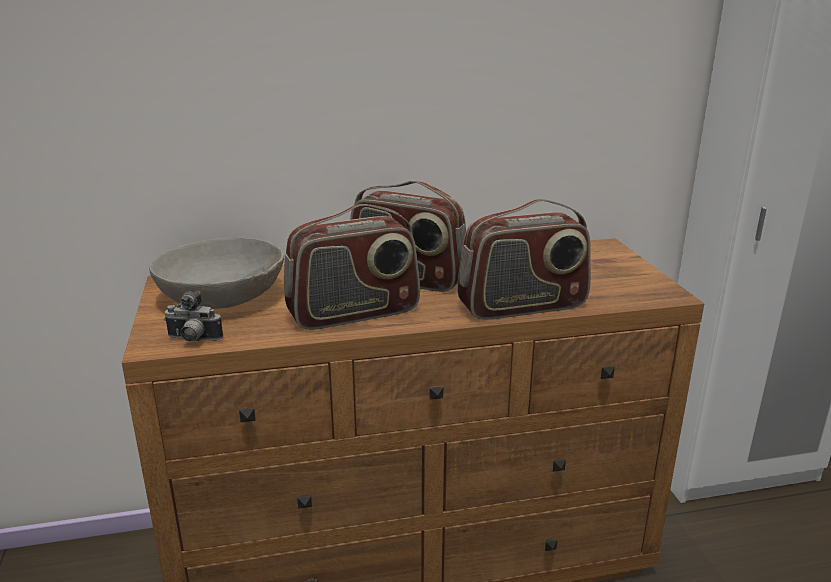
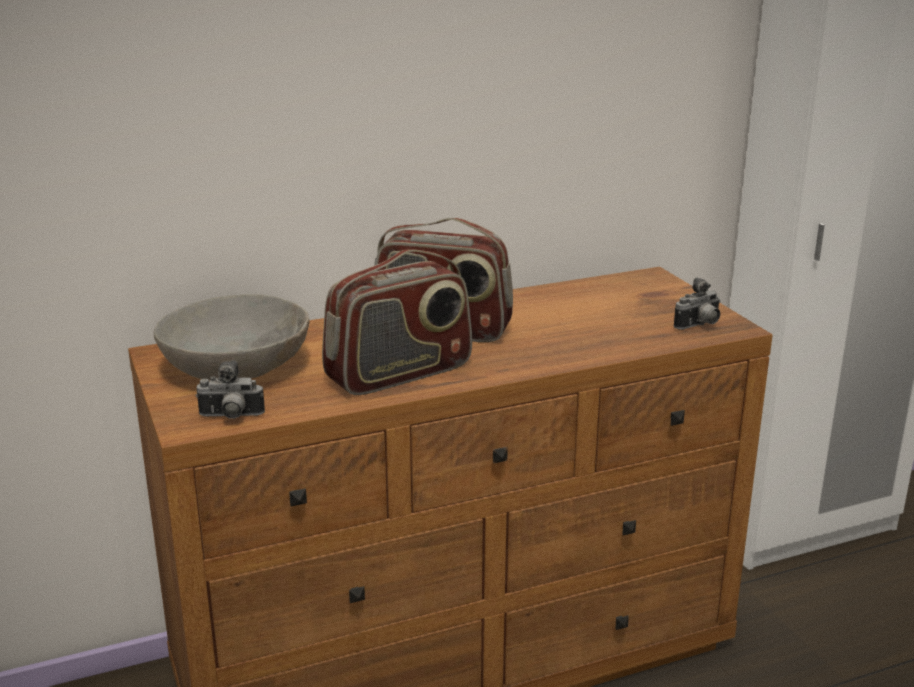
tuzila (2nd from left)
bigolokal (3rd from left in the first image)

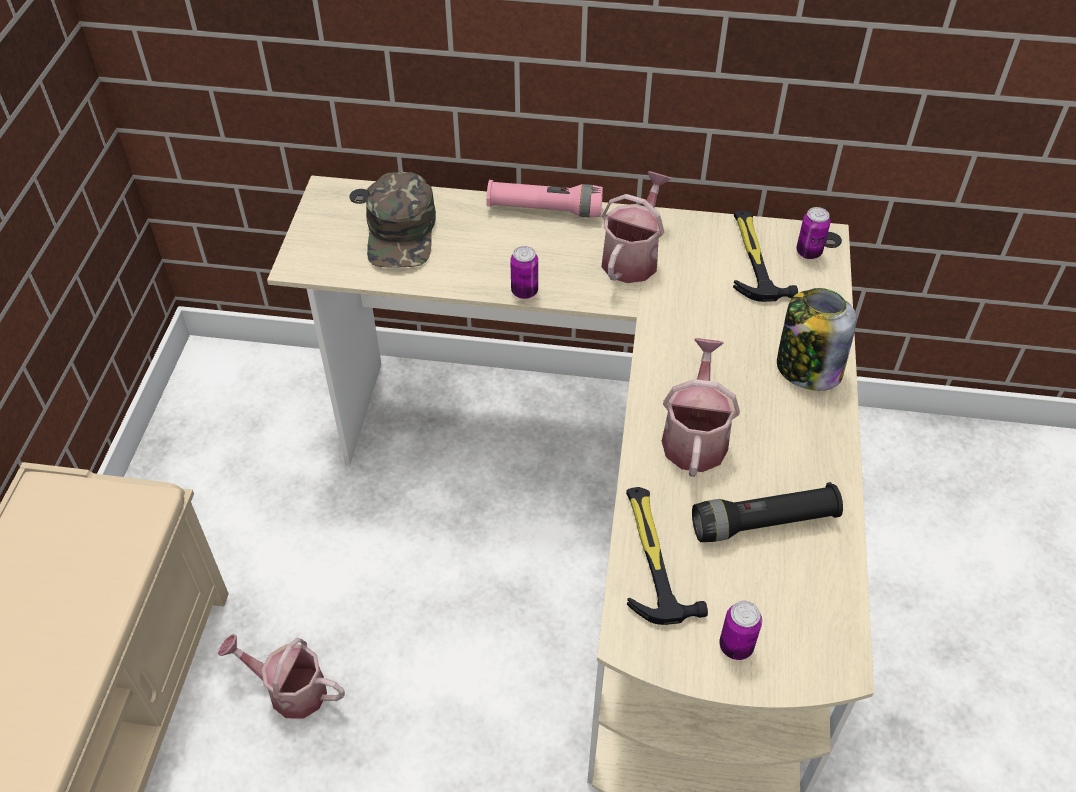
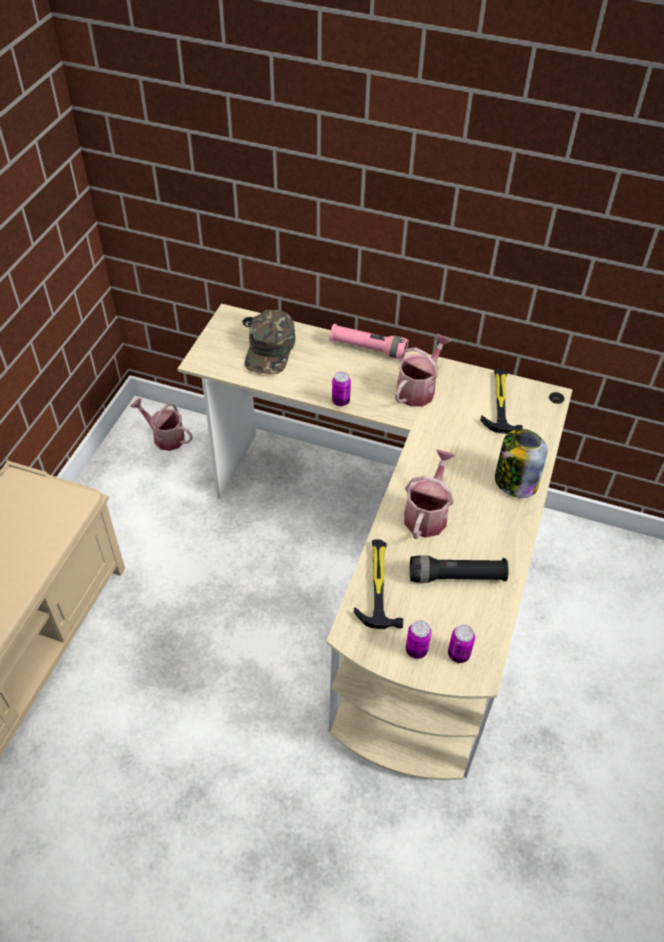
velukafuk (1st from left)
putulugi (3rd from left)

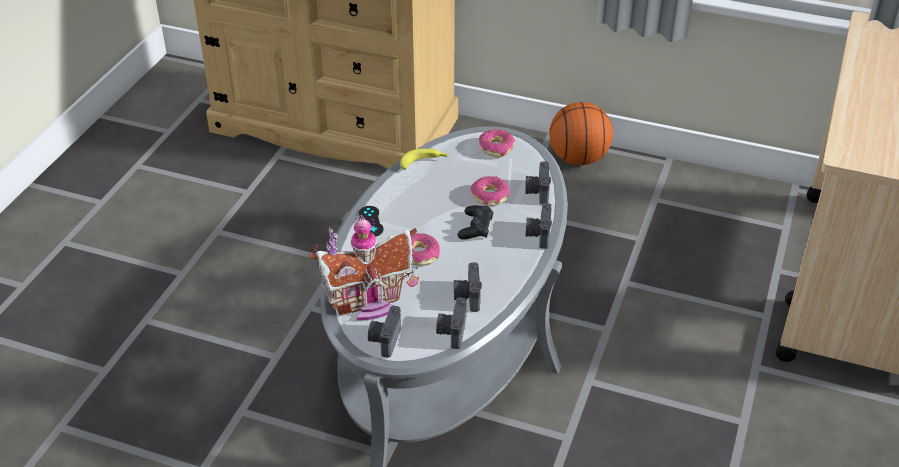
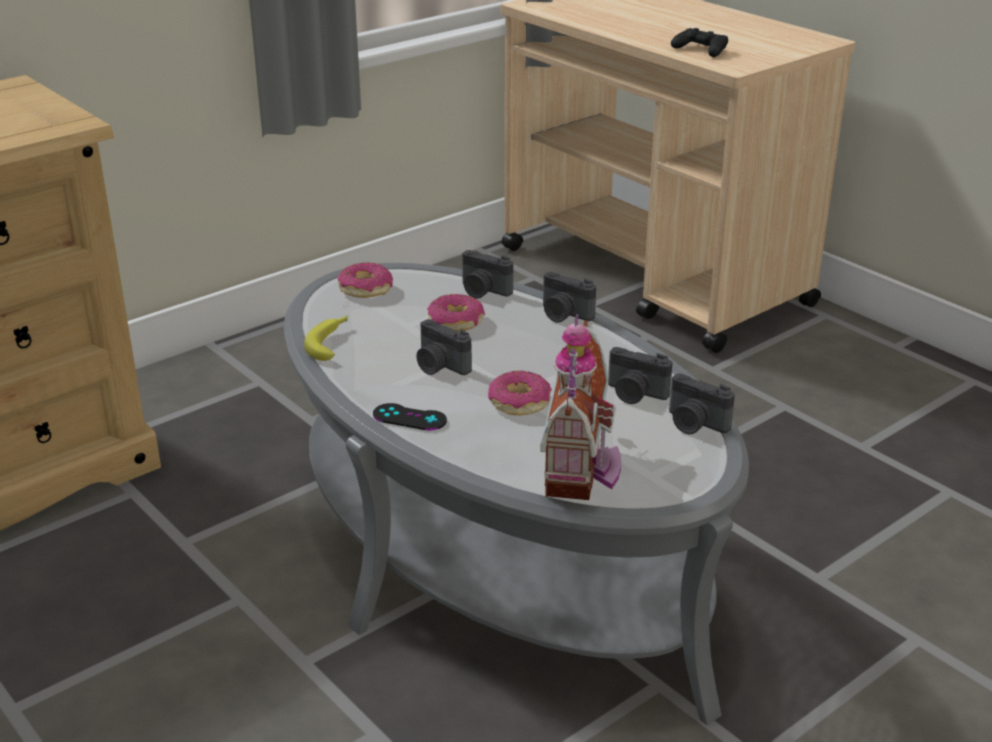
tuzila (1st from left)
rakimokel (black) (2nd from left)
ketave

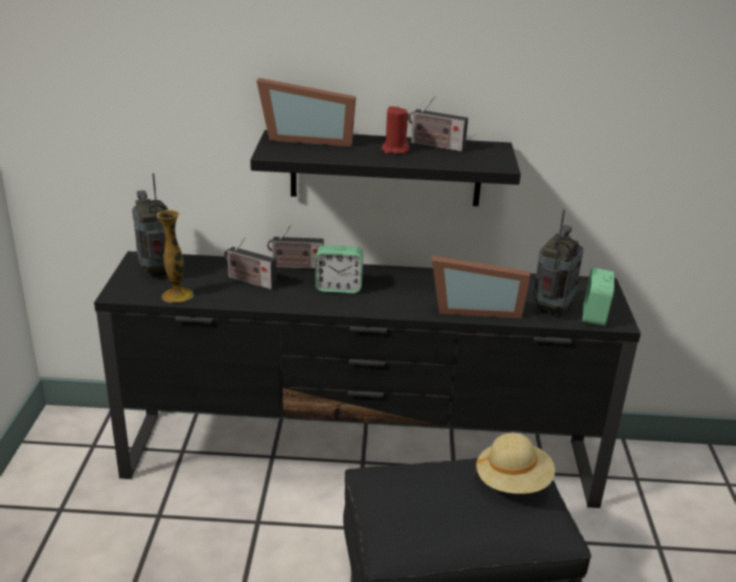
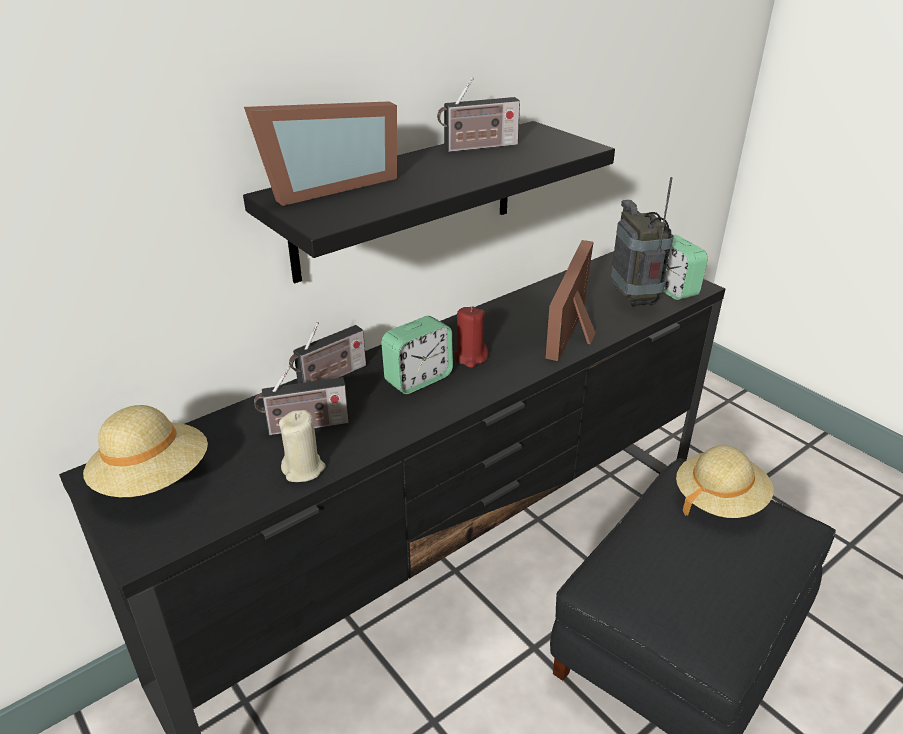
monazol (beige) (1st from left)
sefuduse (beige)
sefuduse (red)
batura (2nd from left)
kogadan

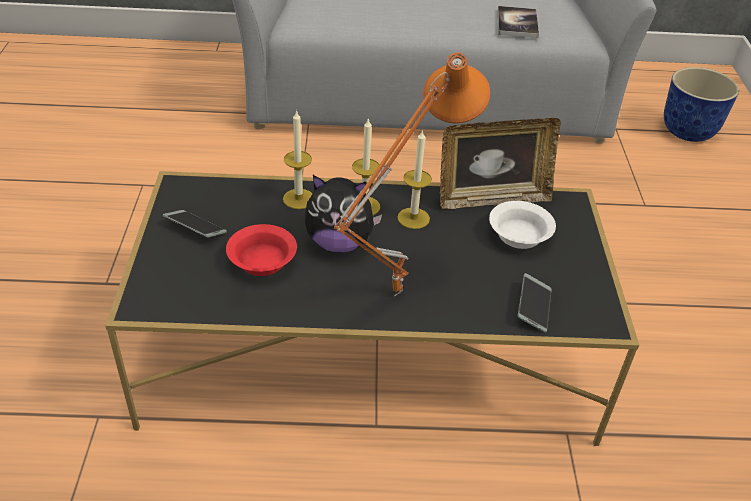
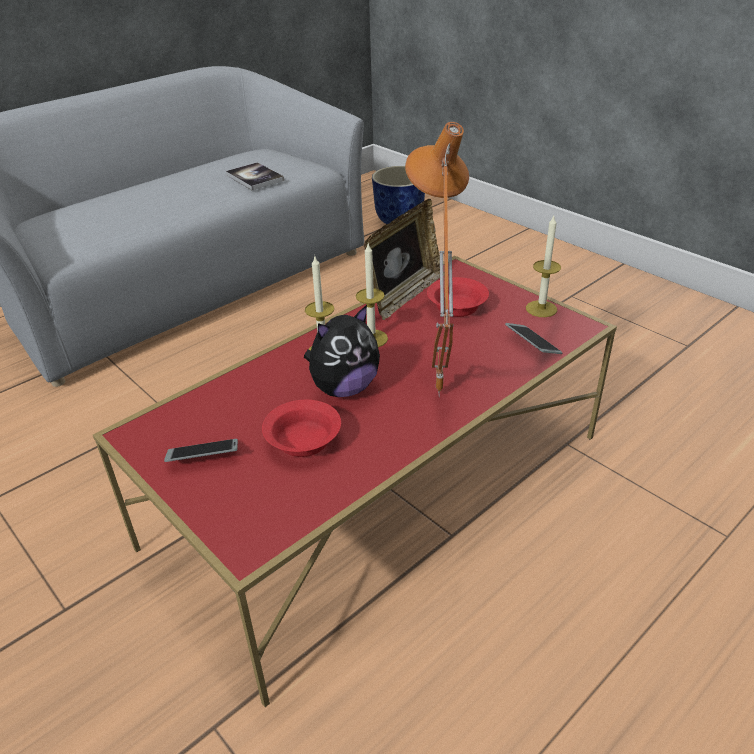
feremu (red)
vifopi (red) (2nd from left)
sefuduse (3rd from left)

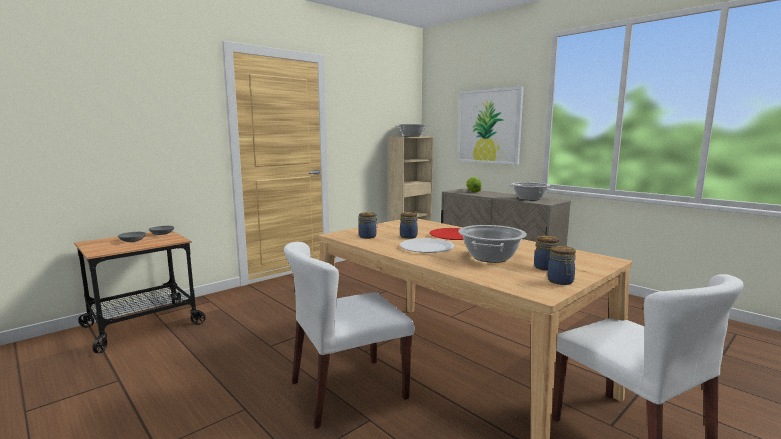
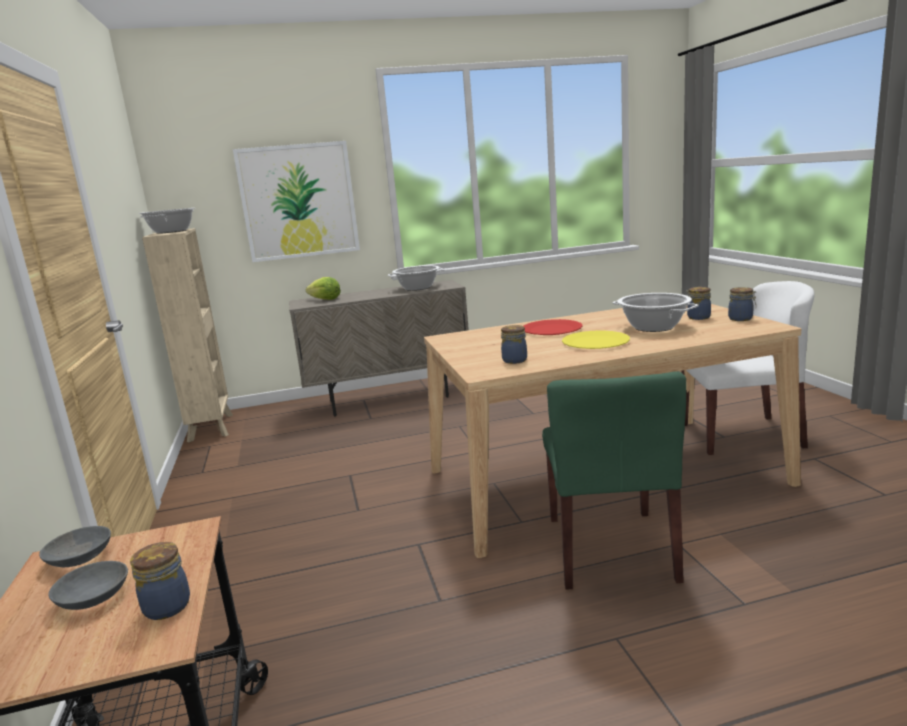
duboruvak (1st from left)
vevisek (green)
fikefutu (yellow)

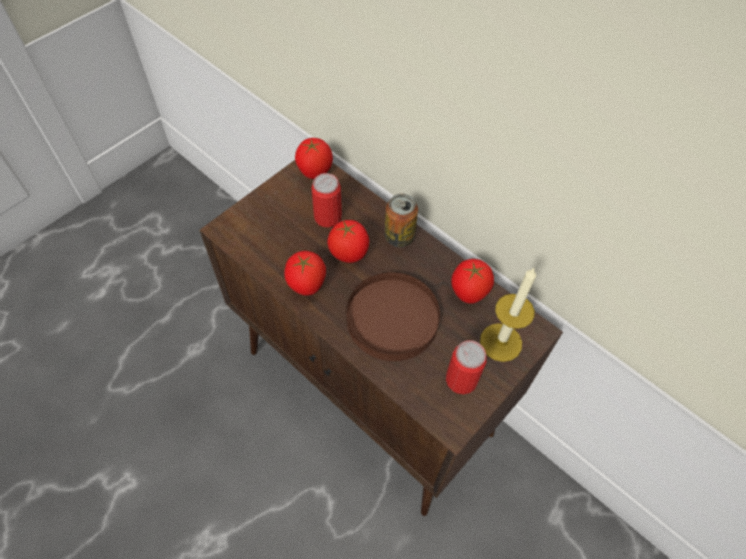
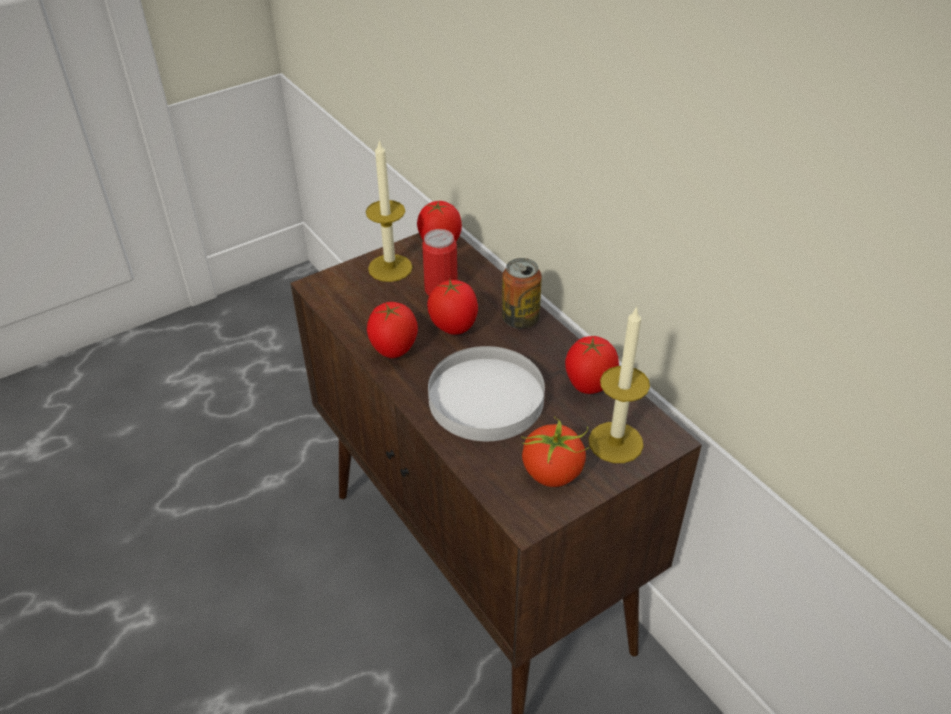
sefuduse (1st from left)
fikefutu (white)
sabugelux (4th from left)

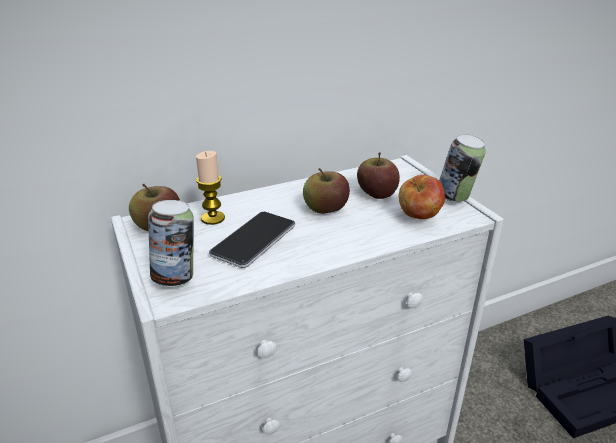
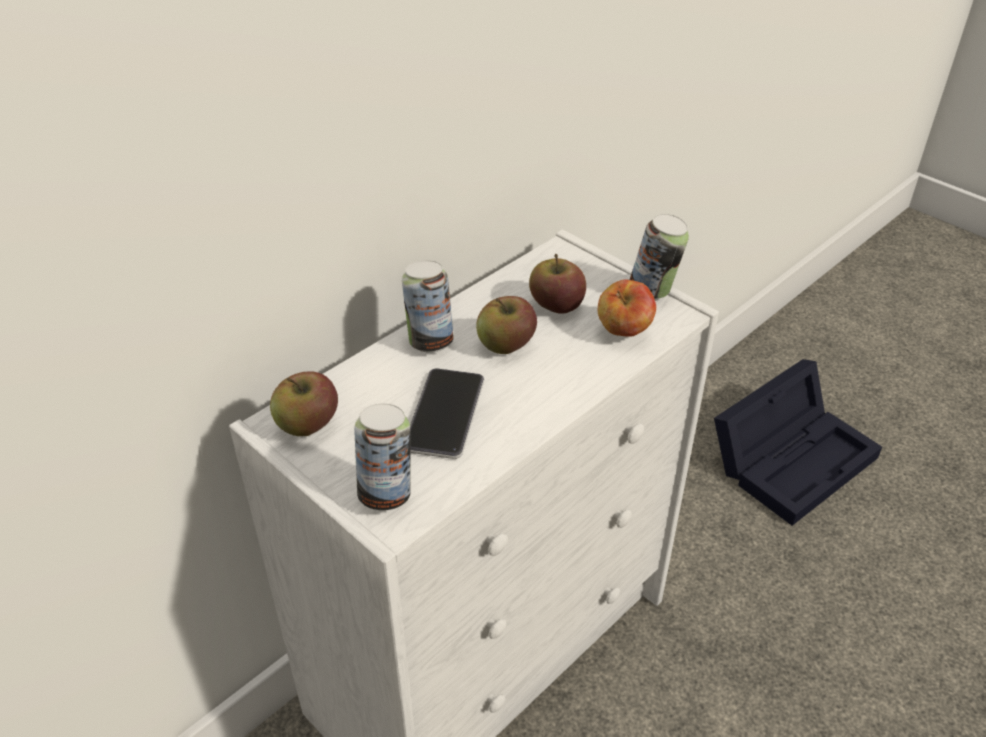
putulugi (2nd from left)
sefuduse

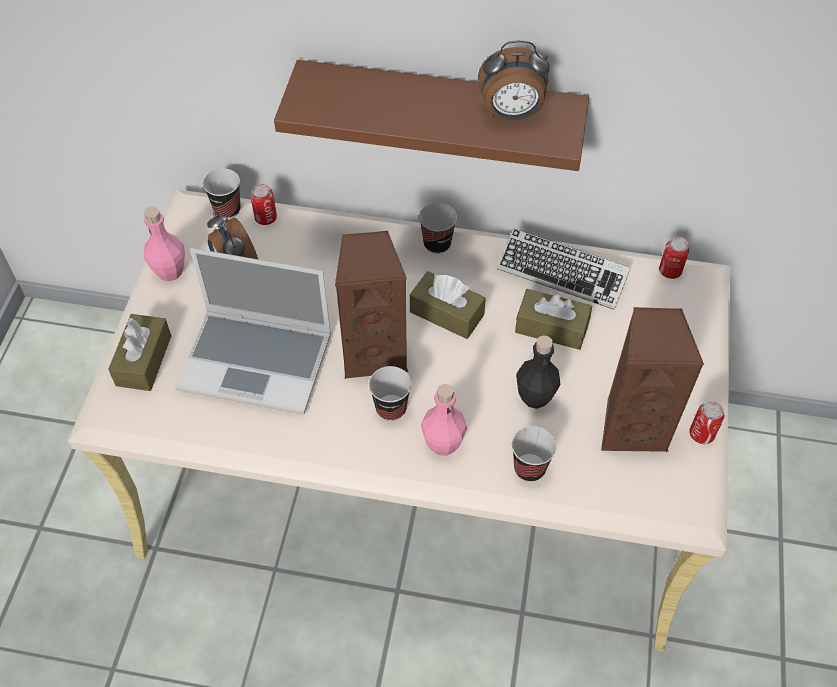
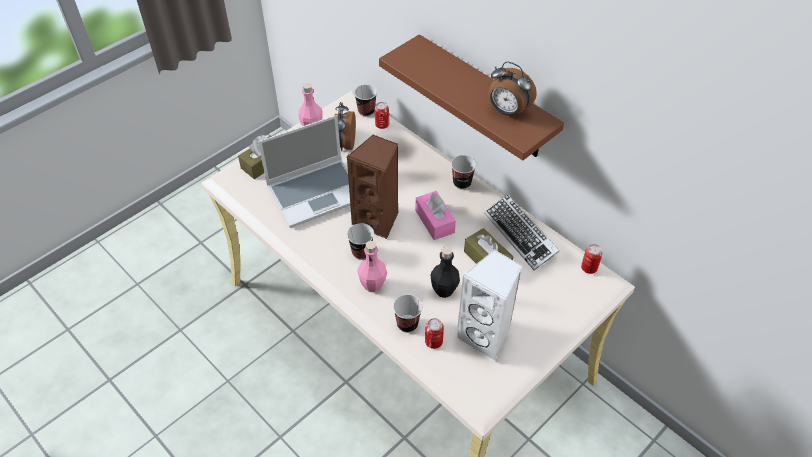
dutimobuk
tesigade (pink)
putulugi (2nd from left)
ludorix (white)

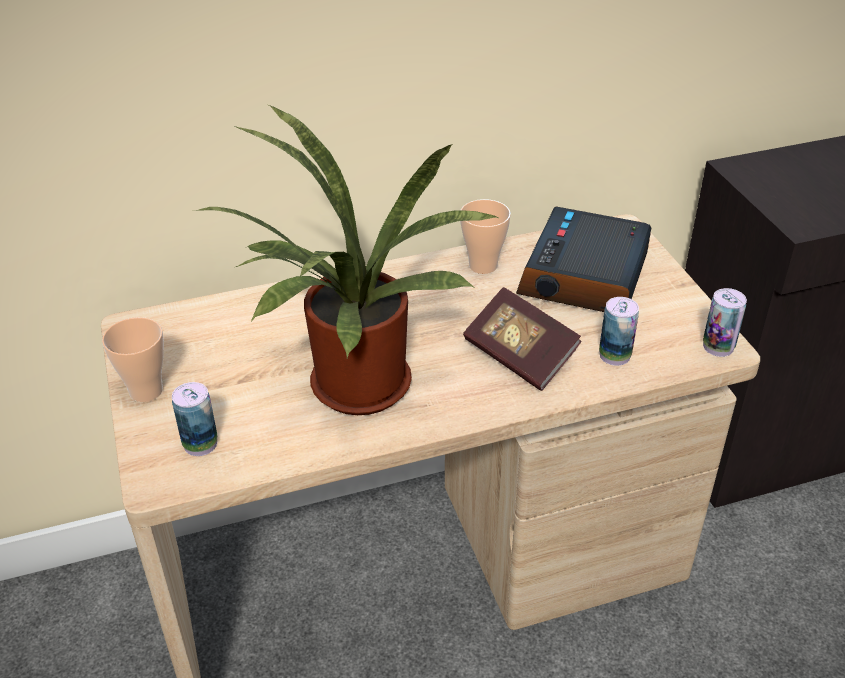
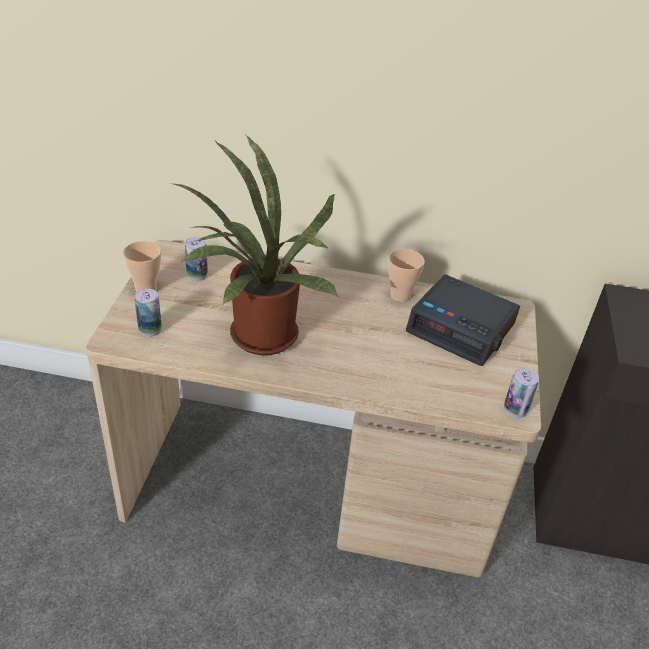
putulugi (2nd from left)
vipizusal
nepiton

